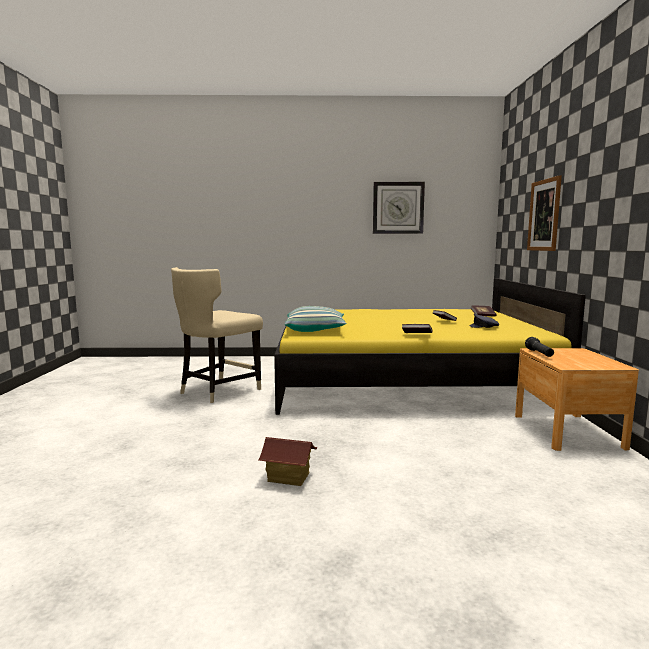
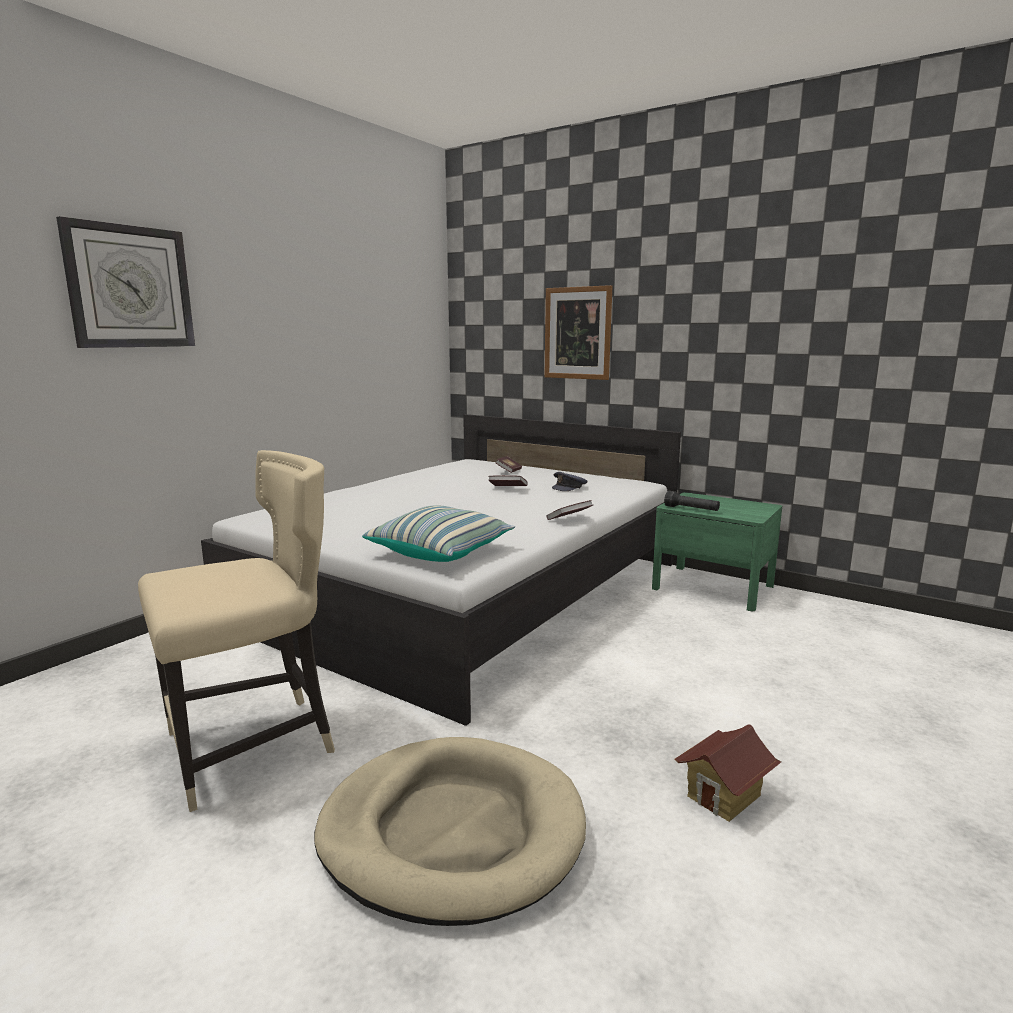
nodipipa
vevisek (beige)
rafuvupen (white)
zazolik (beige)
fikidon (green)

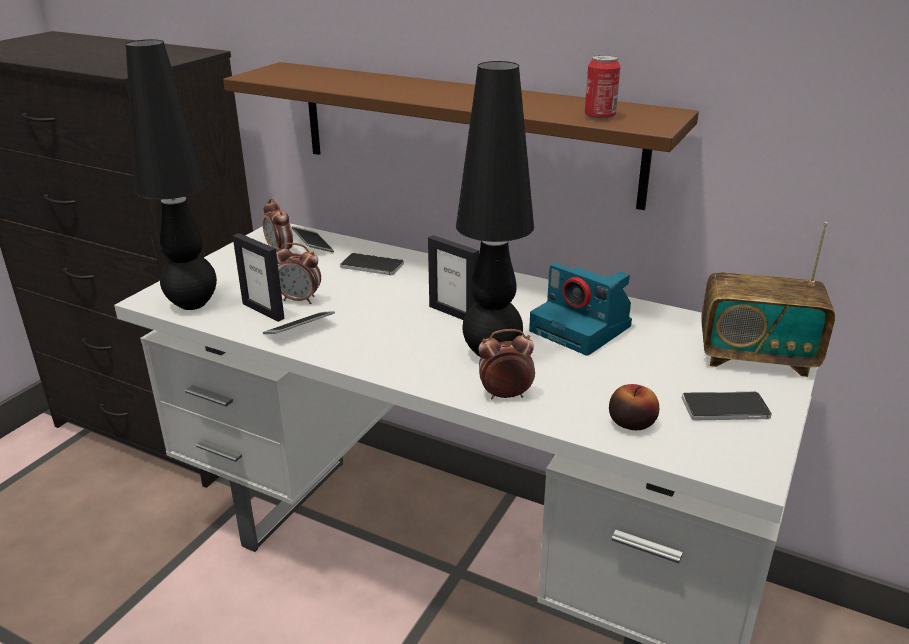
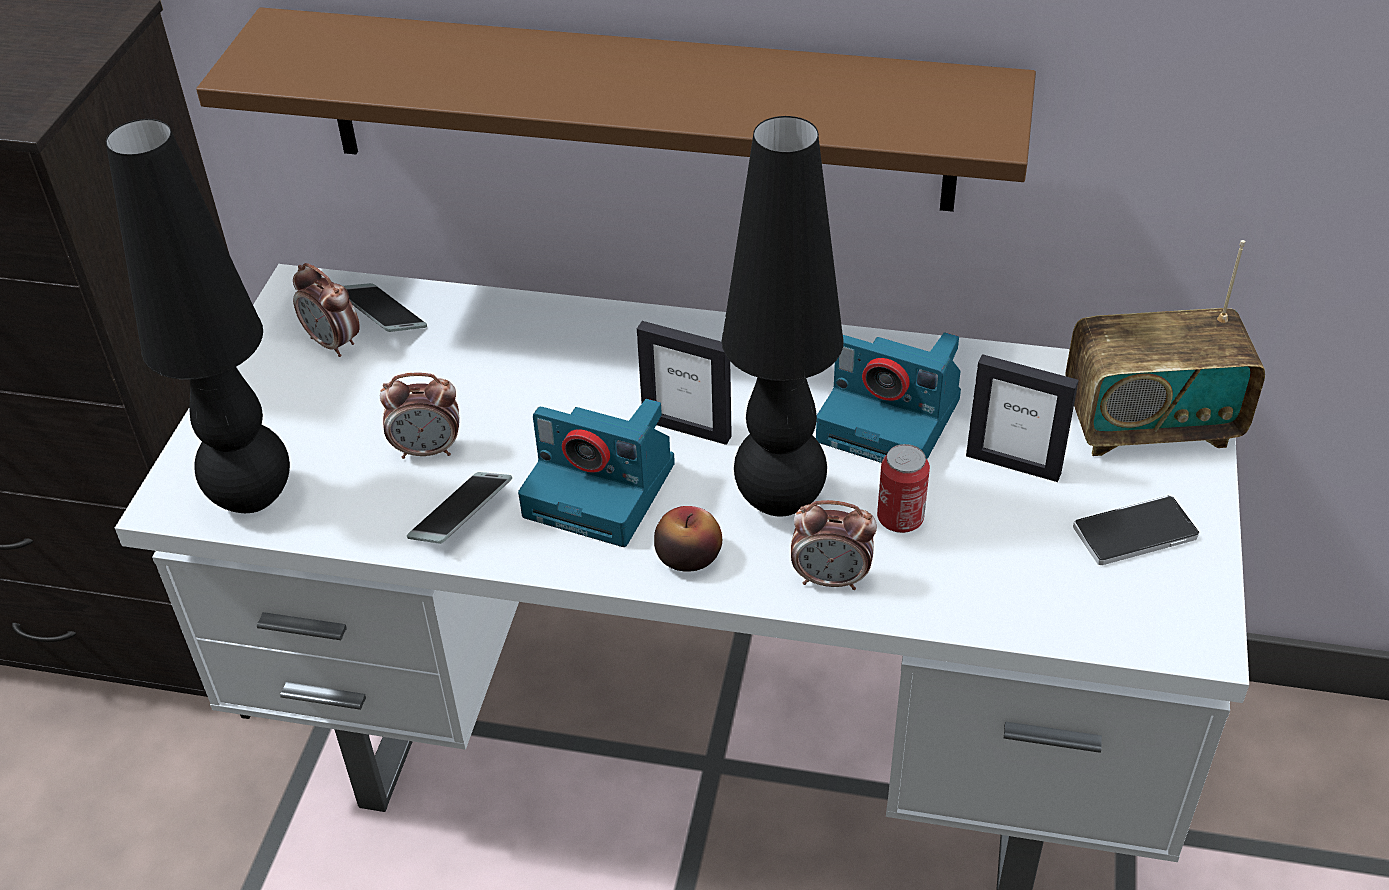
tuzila (1st from left)
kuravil
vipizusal (3rd from left)
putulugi
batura (2nd from left)
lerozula (3rd from left in the first image)

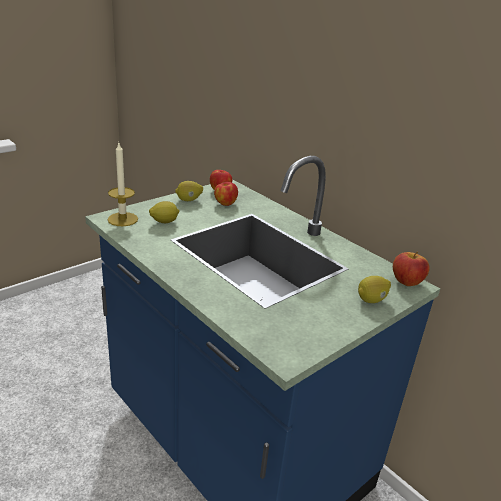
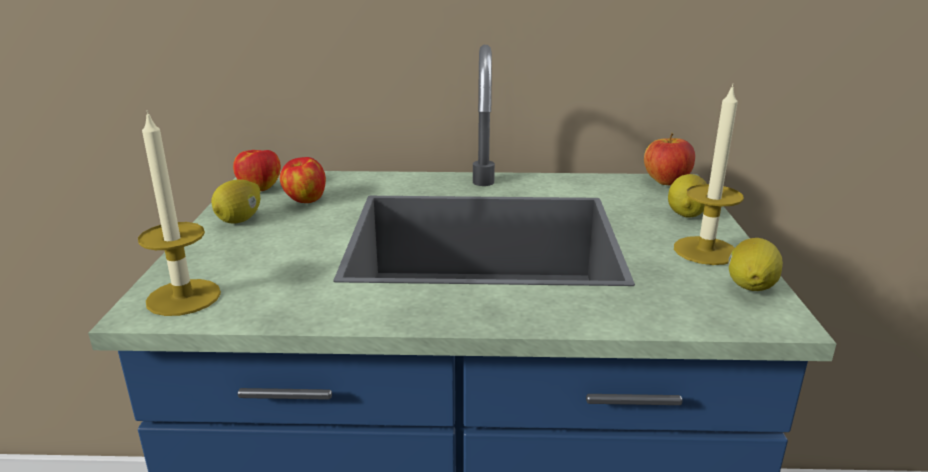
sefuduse (2nd from left)
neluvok (3rd from left)

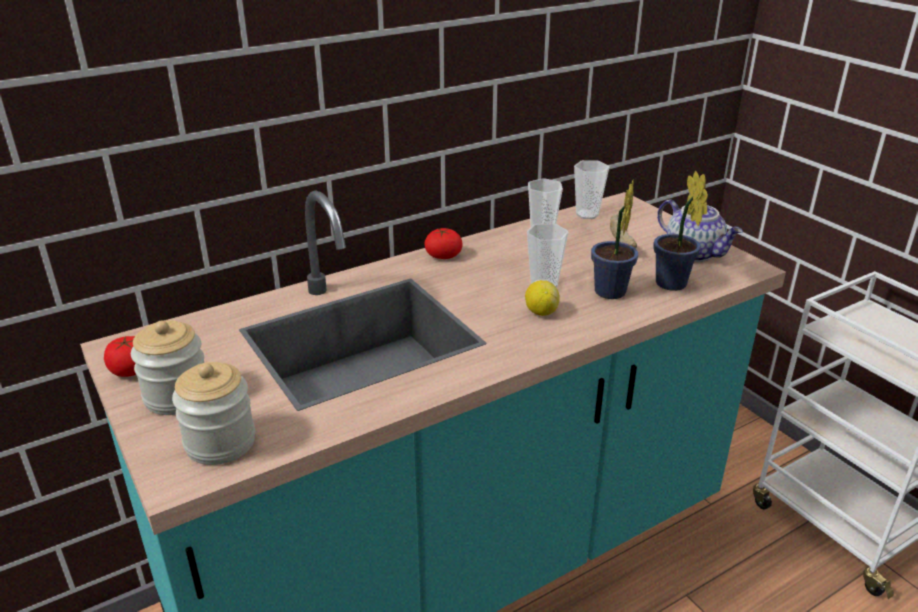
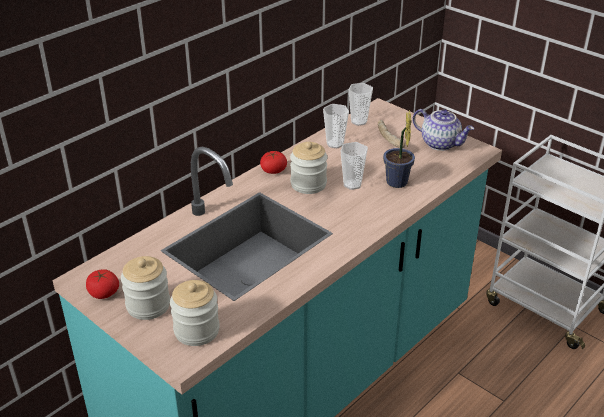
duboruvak (3rd from left)
neluvok
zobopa (2nd from left in the first image)

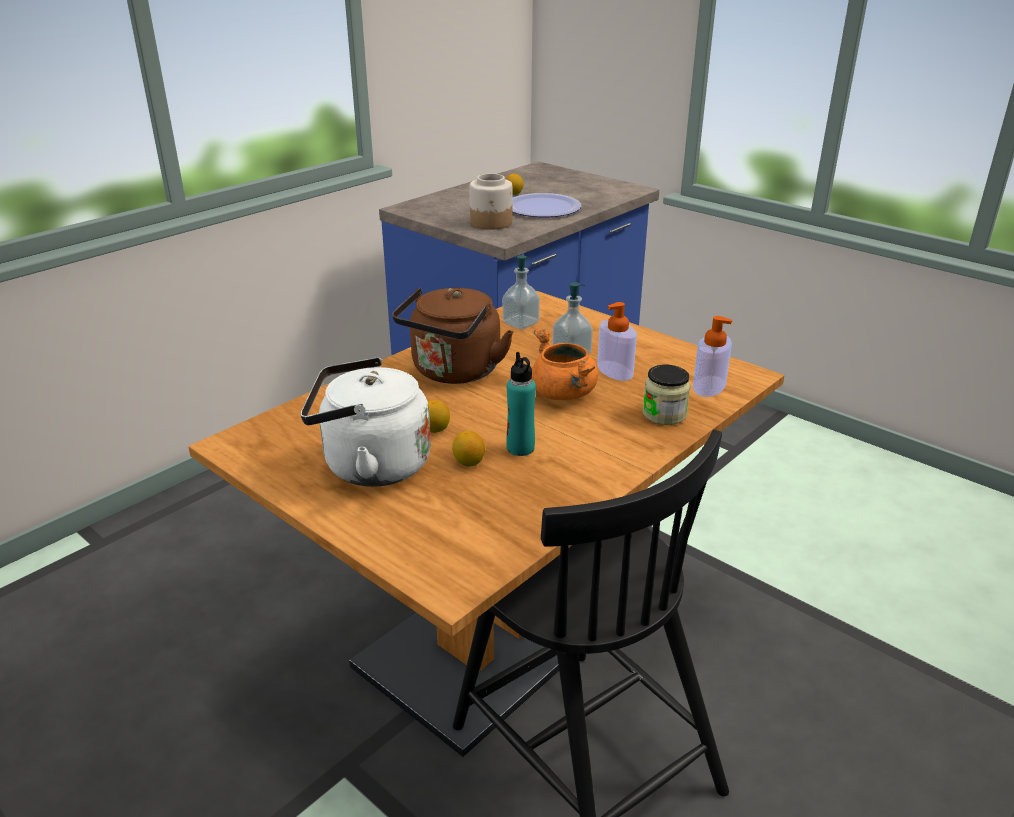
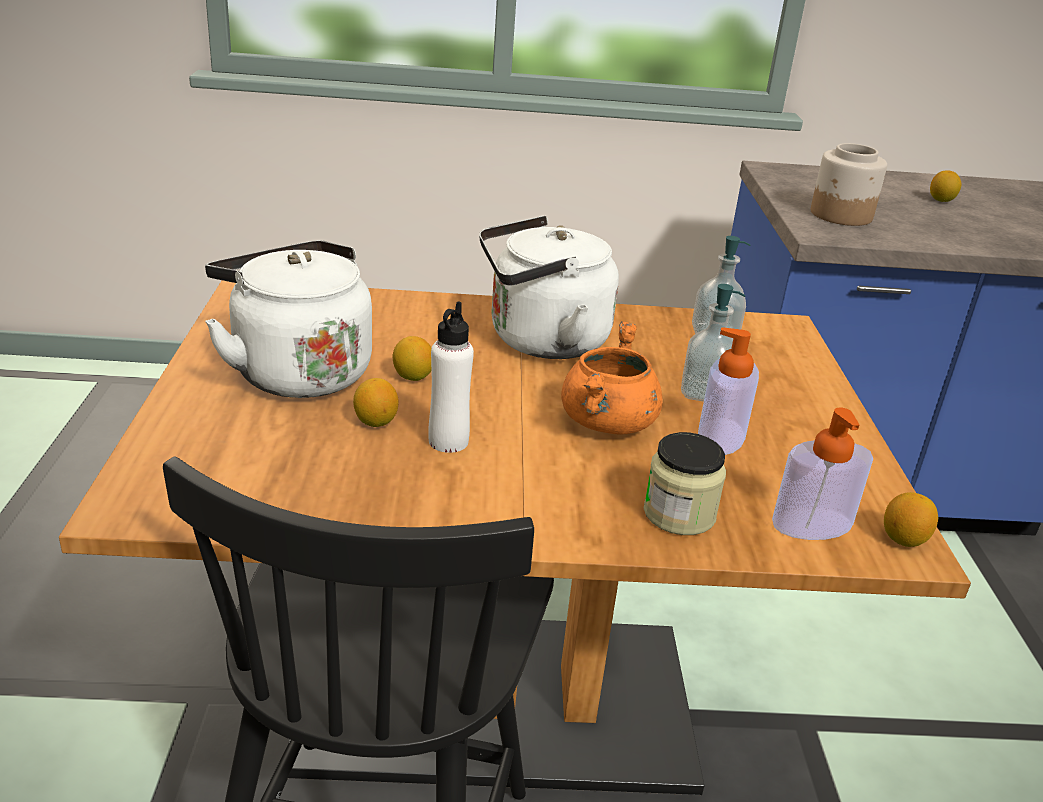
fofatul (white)
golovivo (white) (2nd from left)
neluvok (3rd from left)
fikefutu

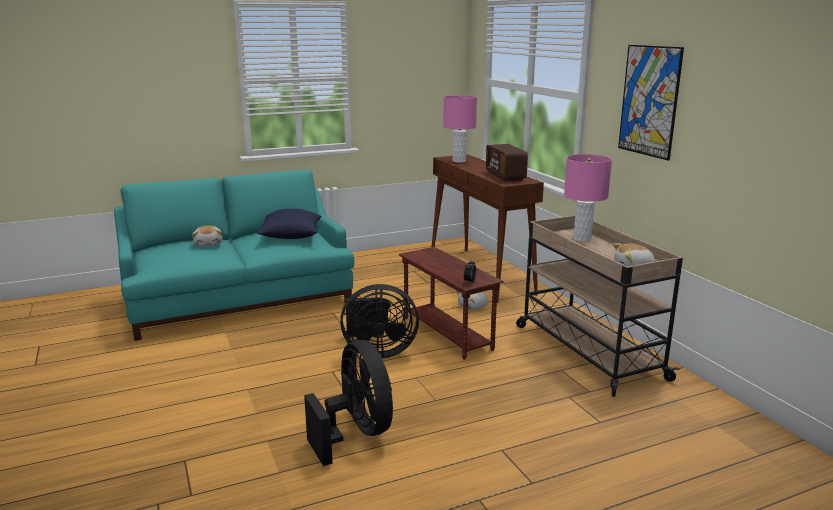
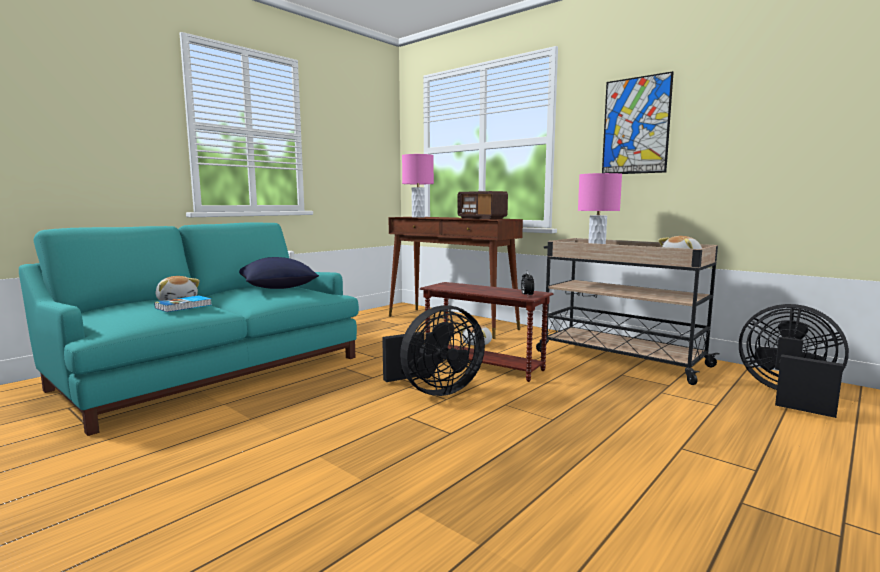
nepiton
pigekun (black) (2nd from left)

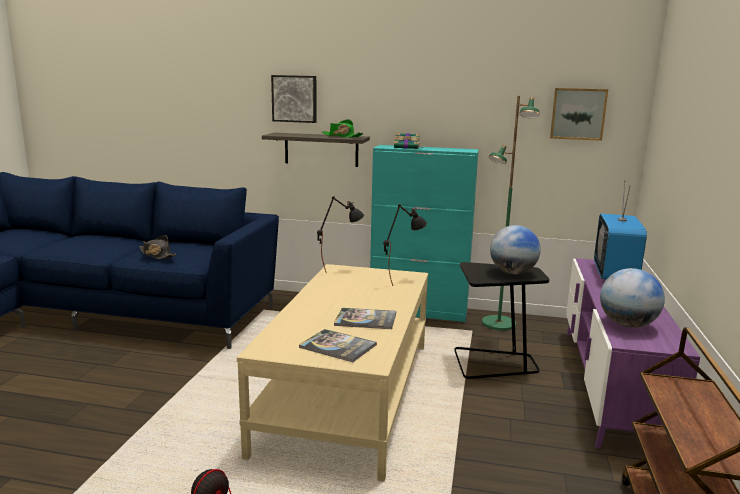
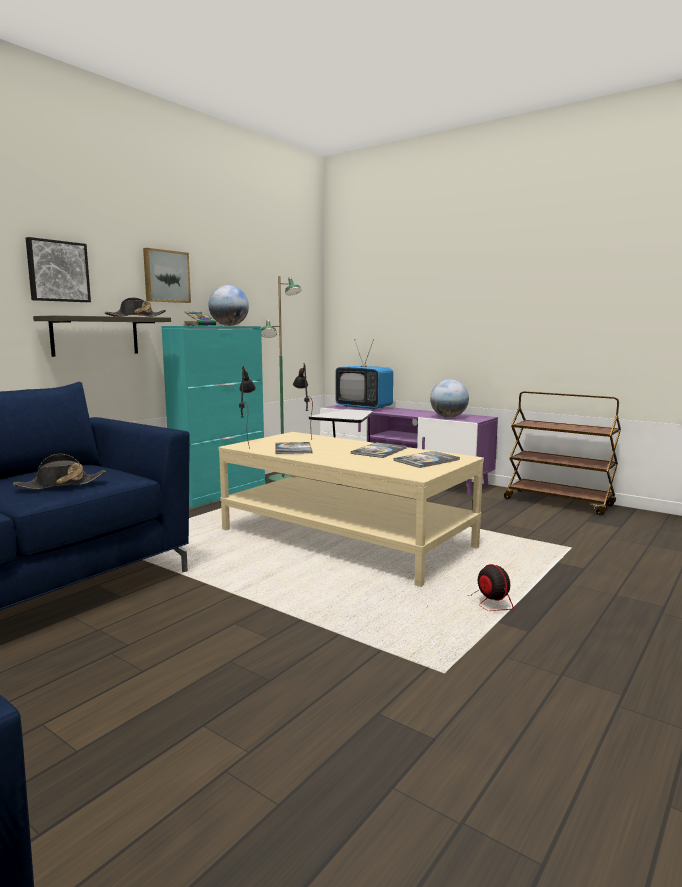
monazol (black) (2nd from left)
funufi (2nd from left)
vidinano (1st from left)
nepiton (2nd from left)

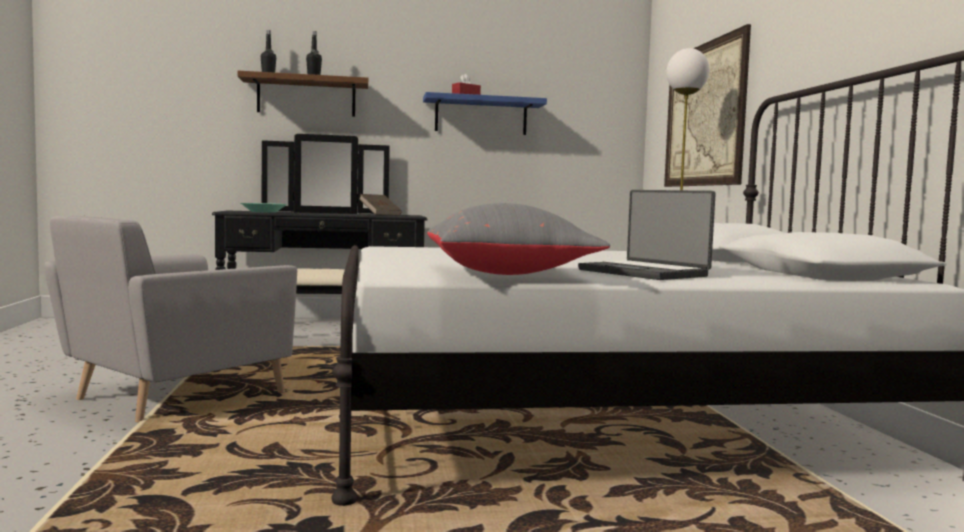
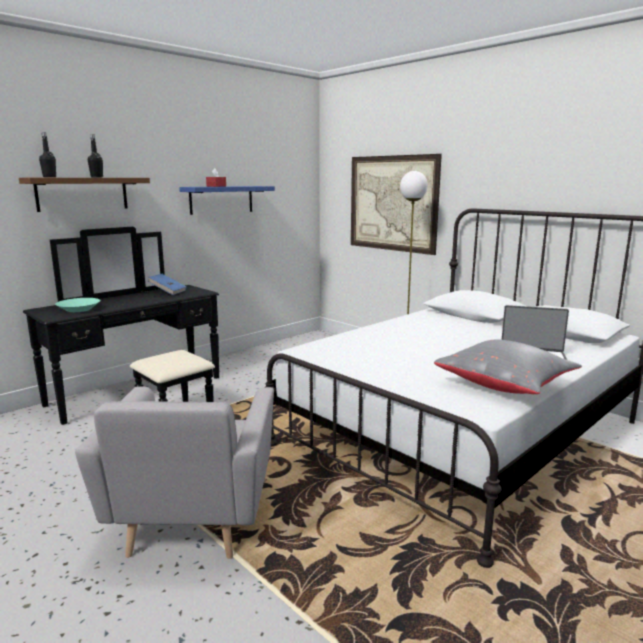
nepiton (blue)

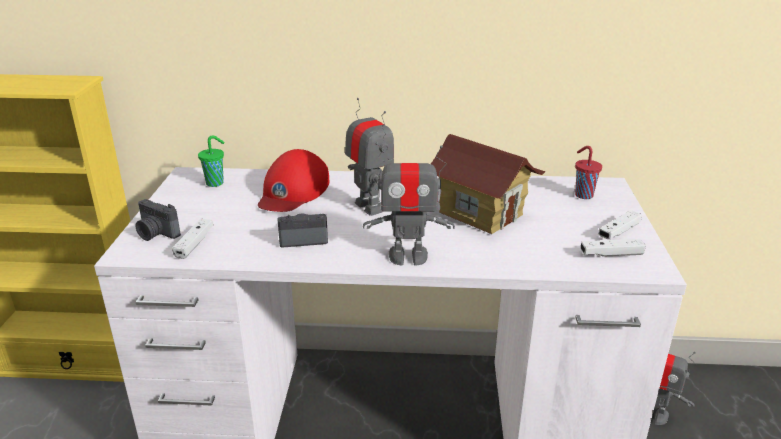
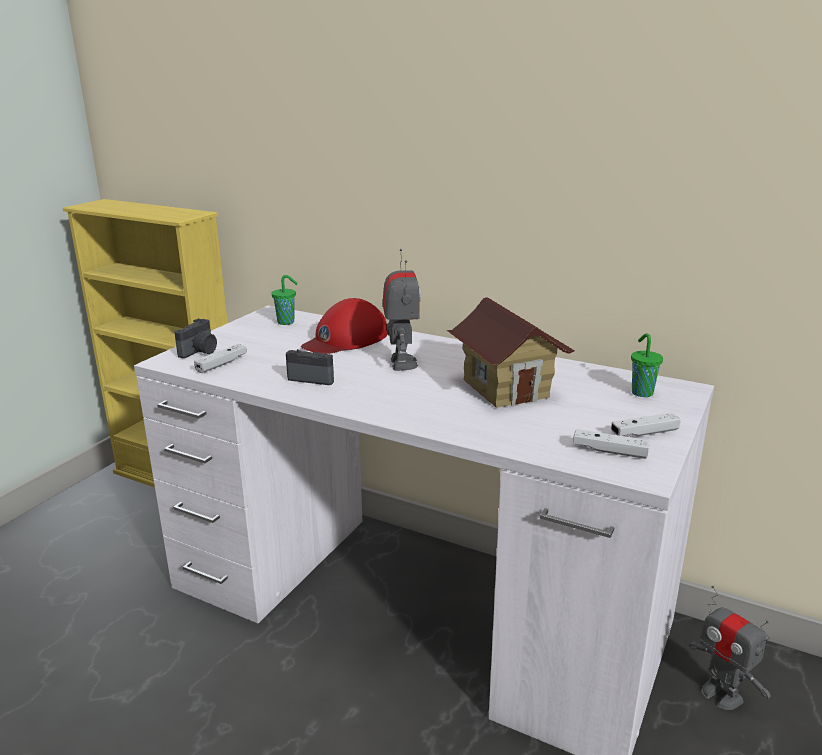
tuzila (1st from left)
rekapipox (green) (2nd from left)
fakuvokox (2nd from left in the first image)

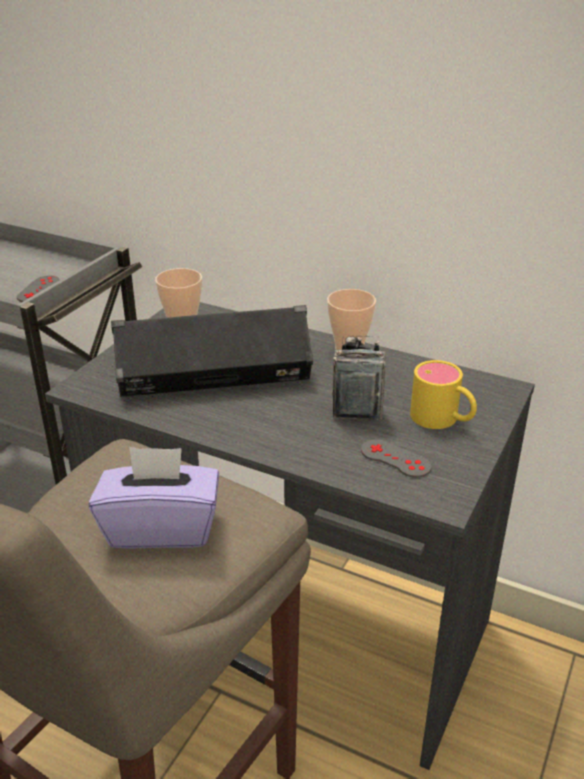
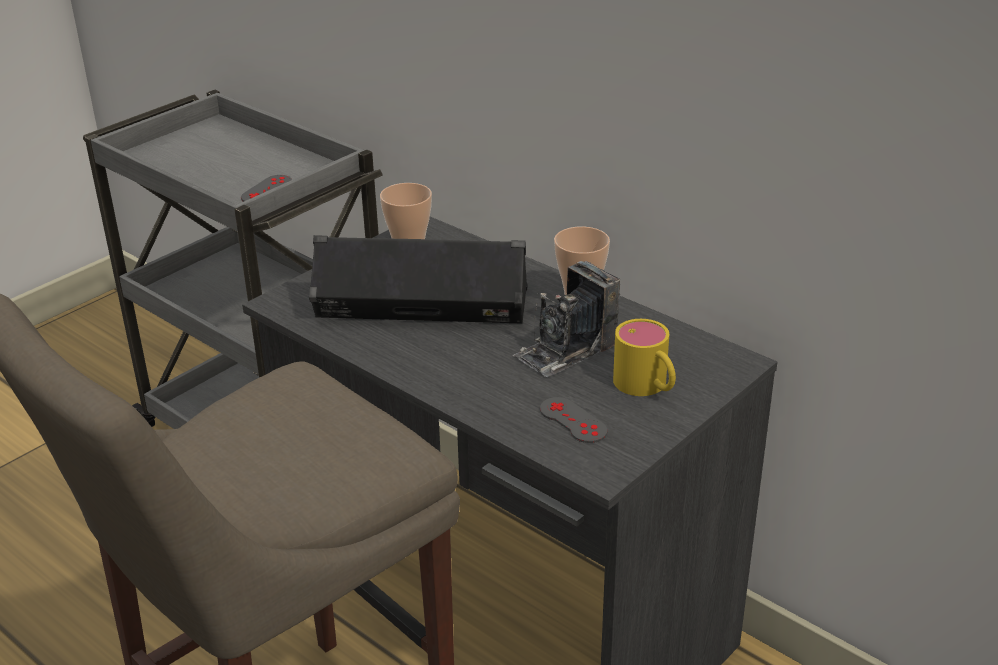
tuzila
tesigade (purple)

